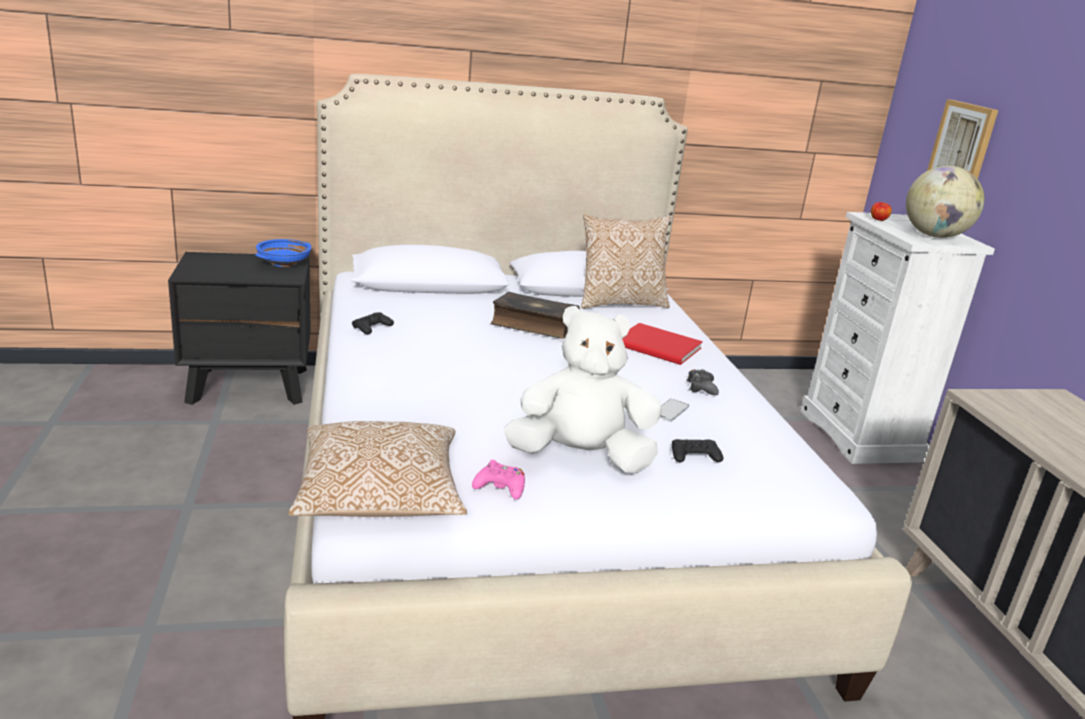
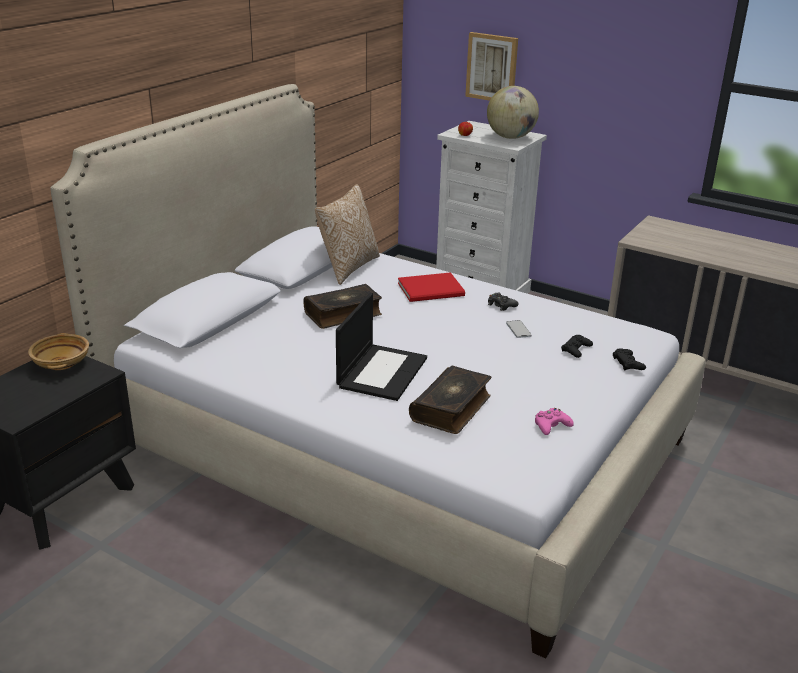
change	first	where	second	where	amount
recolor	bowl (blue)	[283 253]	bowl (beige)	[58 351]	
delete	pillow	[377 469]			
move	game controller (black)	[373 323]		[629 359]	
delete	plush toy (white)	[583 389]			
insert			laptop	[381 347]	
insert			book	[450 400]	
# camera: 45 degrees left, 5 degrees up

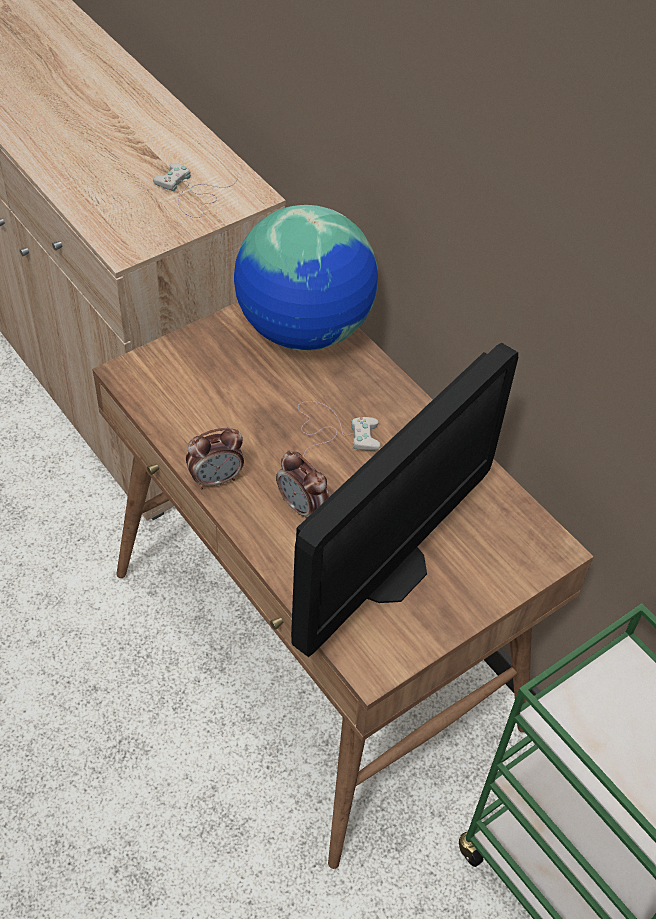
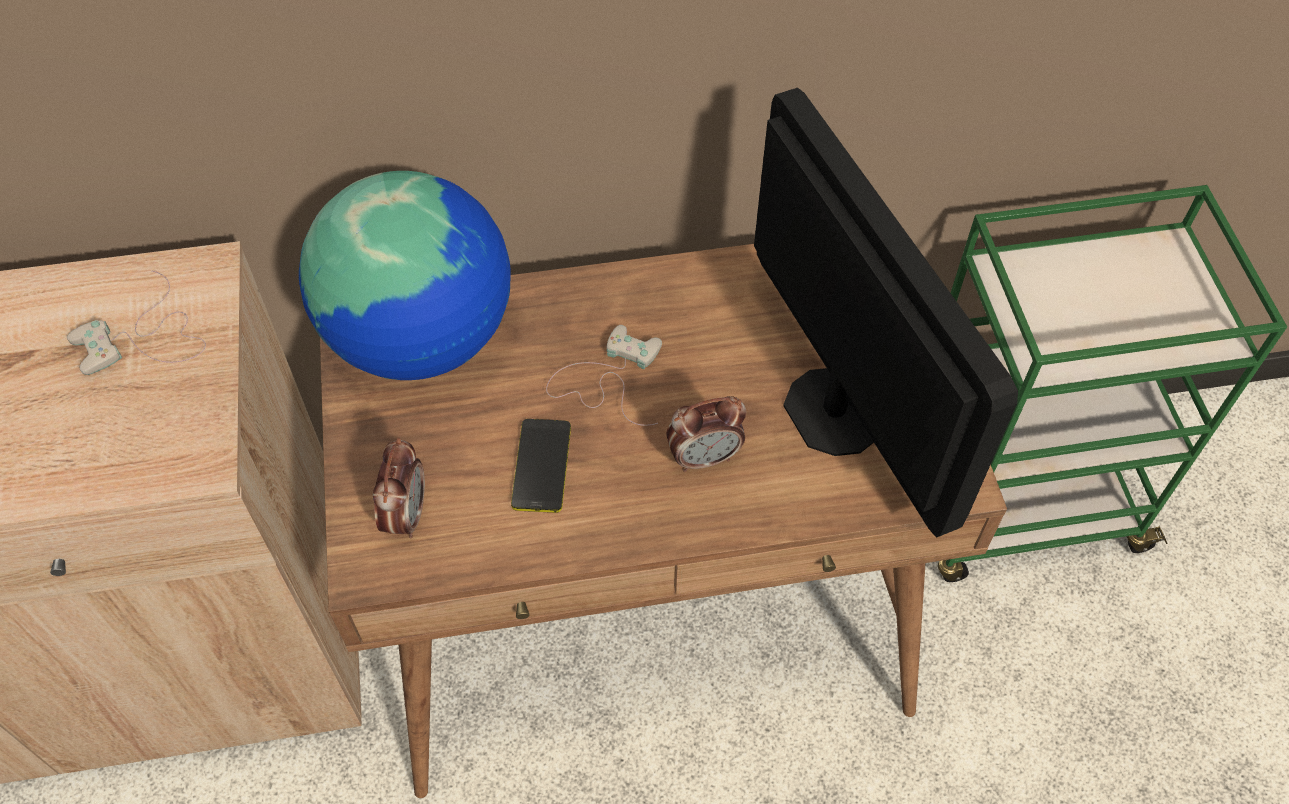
change	first	where	second	where	amount
move	alarm clock	[215 458]		[399 488]	
insert			phone	[541 466]	
# camera: 60 degrees left, 5 degrees up

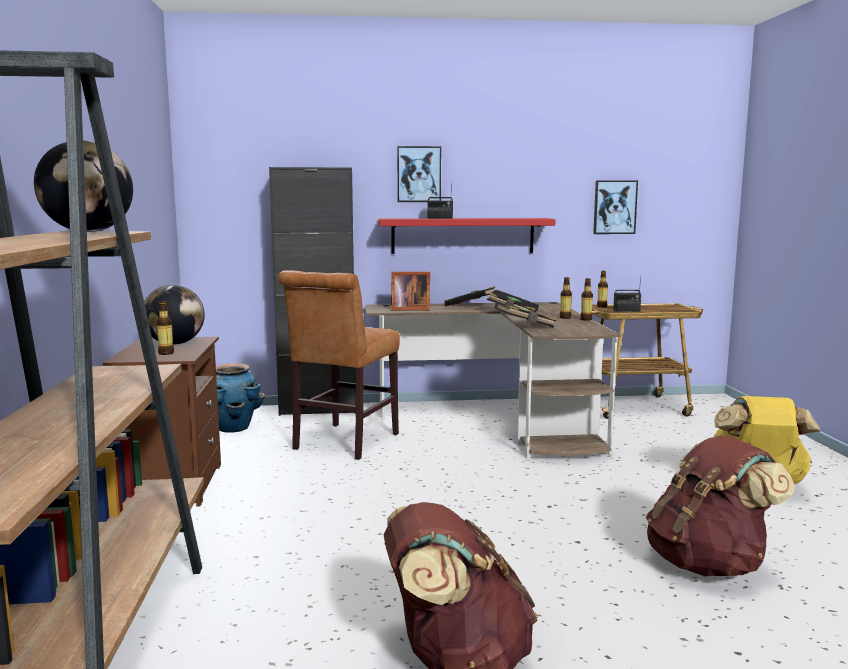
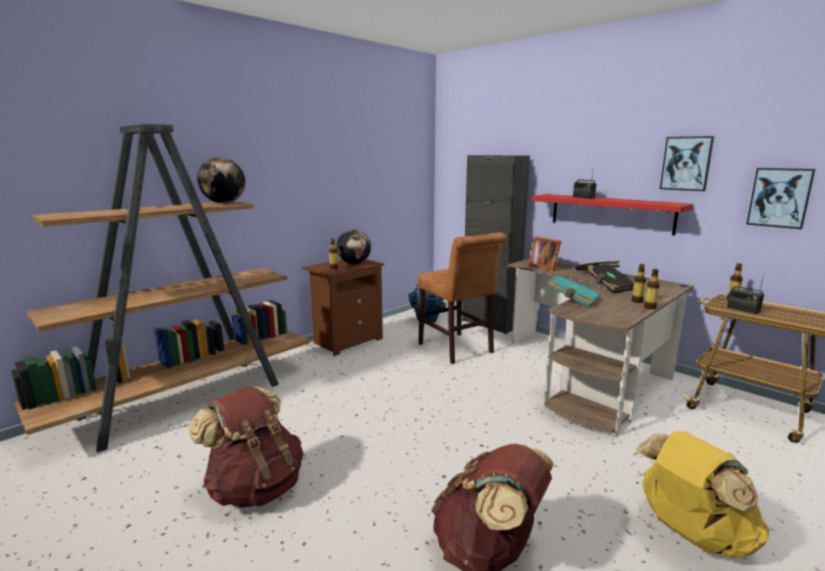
change	first	where	second	where	amount
rotate	chair (brown)	[339 365]		[462 298]	105 degrees counterclockwise
move	picture	[419 174]		[687 163]	
recolor	book (black)	[526 315]	book (turquoise)	[573 291]	
# camera: 50 degrees right, 5 degrees up

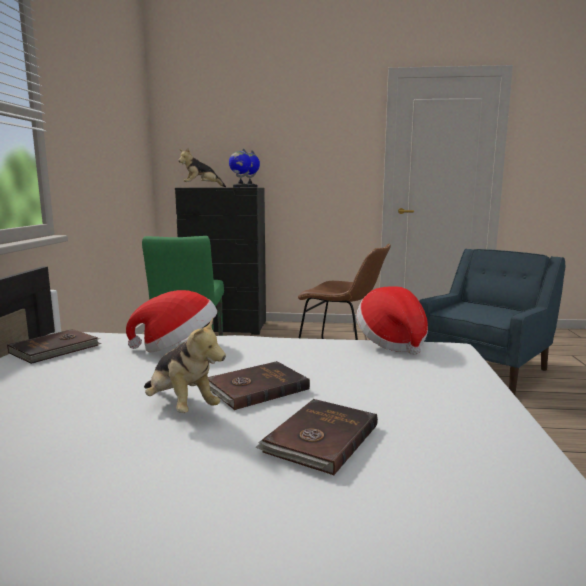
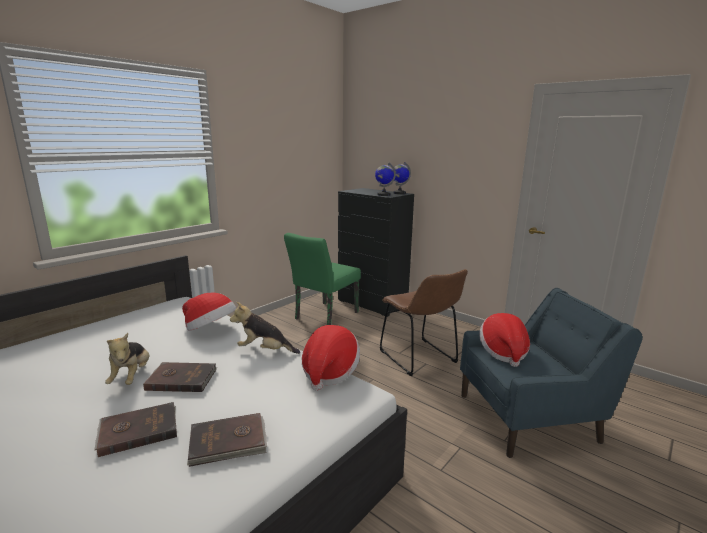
change	first	where	second	where	amount
move	book (brown)	[54 346]		[227 440]	
move	plush toy	[202 167]		[265 328]	
insert			hat	[504 340]	
# camera: 35 degrees right, 5 degrees up

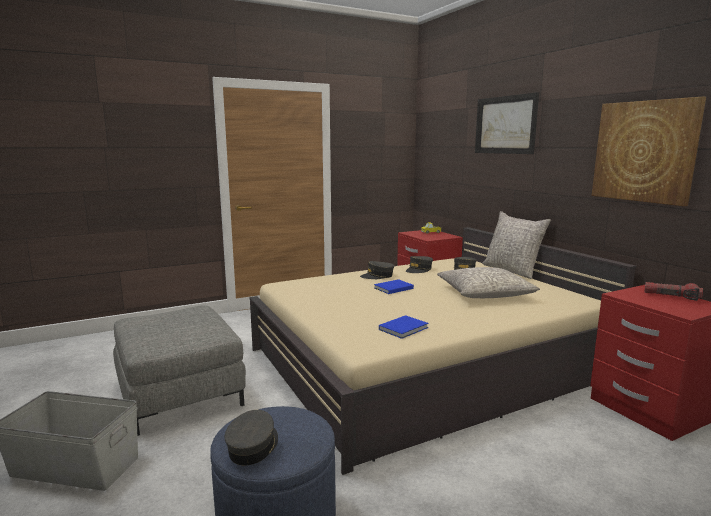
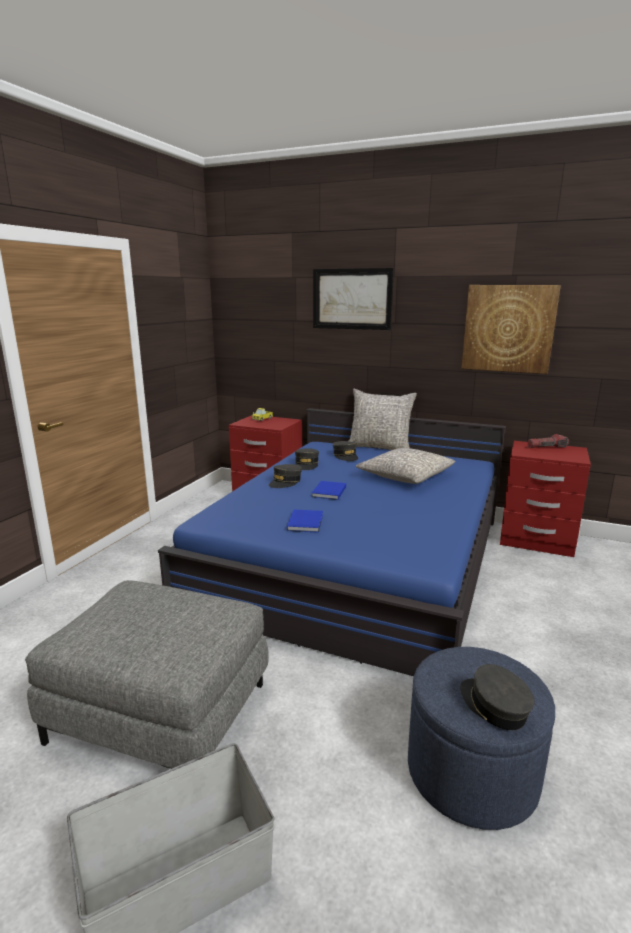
change	first	where	second	where	amount
recolor	bed (beige)	[443 351]	bed (blue)	[332 542]	
move	book (blue)	[403 327]		[305 521]	
# camera: 40 degrees left, 5 degrees up

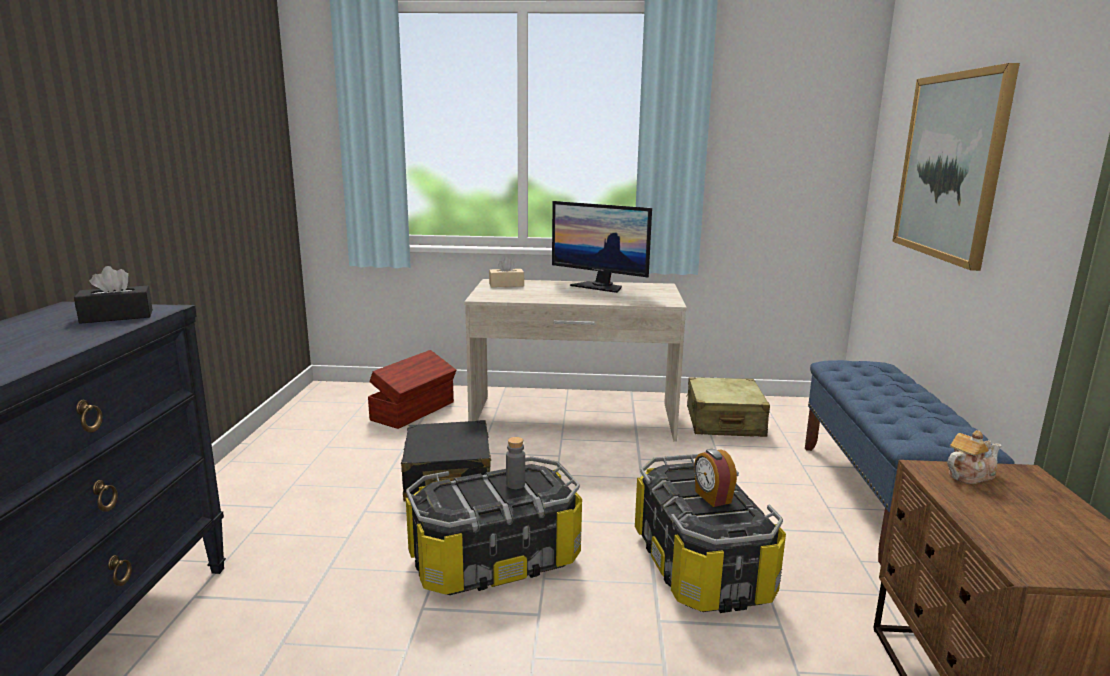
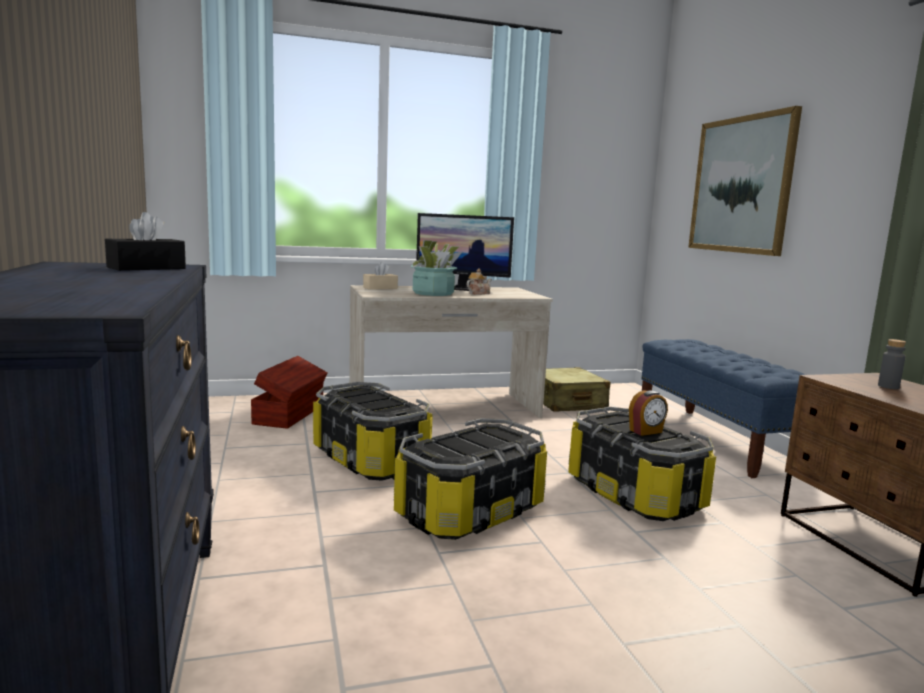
change	first	where	second	where	amount
replace	suitcase (black)	[446 460]	storage box	[373 431]	
move	bottle (grey)	[515 463]		[892 364]	
rotate	alarm clock	[715 478]		[648 413]	75 degrees counterclockwise
move	teapot	[974 457]		[479 282]	
insert			potted plant	[436 268]	
# camera: 20 degrees left, 5 degrees down

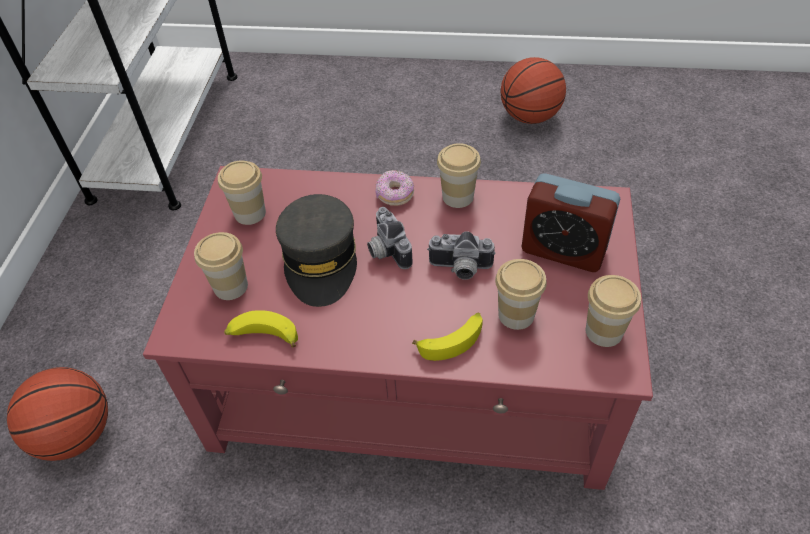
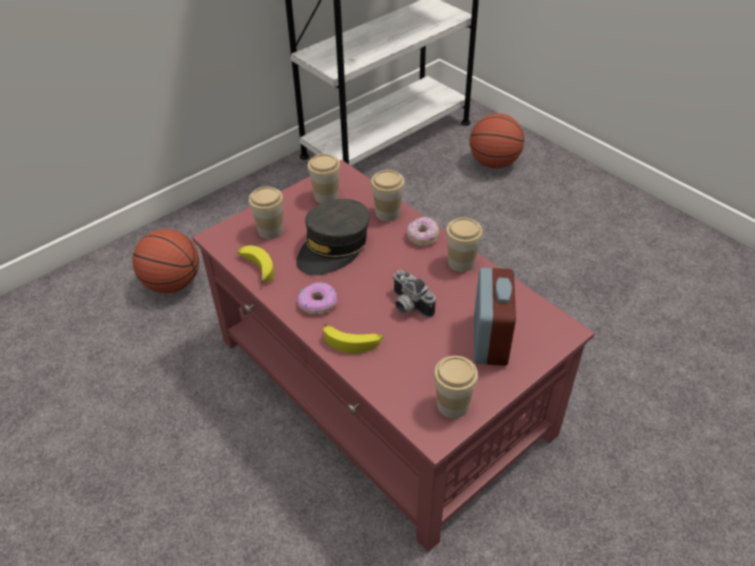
change	first	where	second	where	amount
delete	photo camera	[390 238]			
move	cup	[521 294]		[388 195]	
move	basketball	[533 90]		[497 140]	
rotate	alarm clock	[571 222]		[495 317]	150 degrees counterclockwise
insert			donut	[317 298]	
# camera: 40 degrees right, 5 degrees down

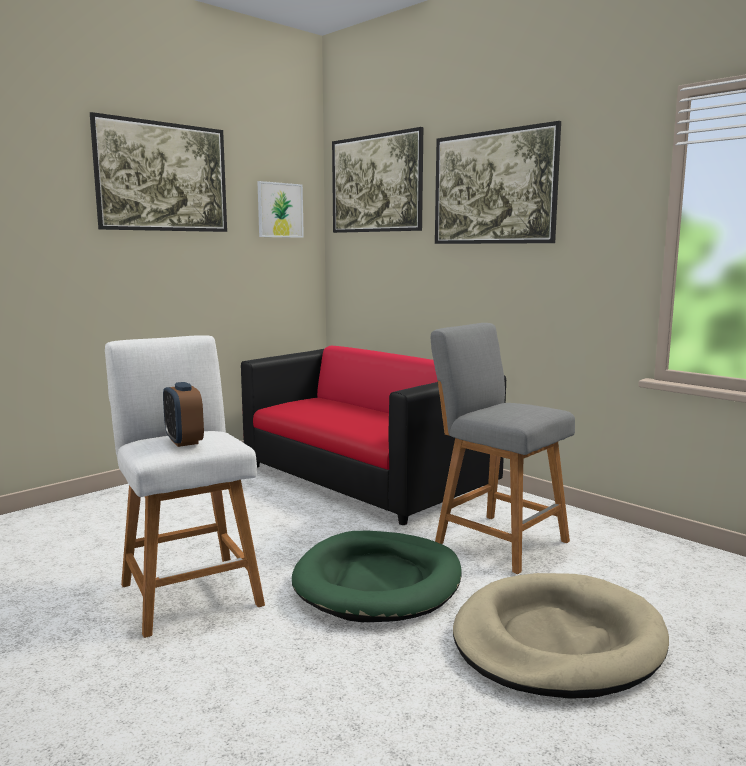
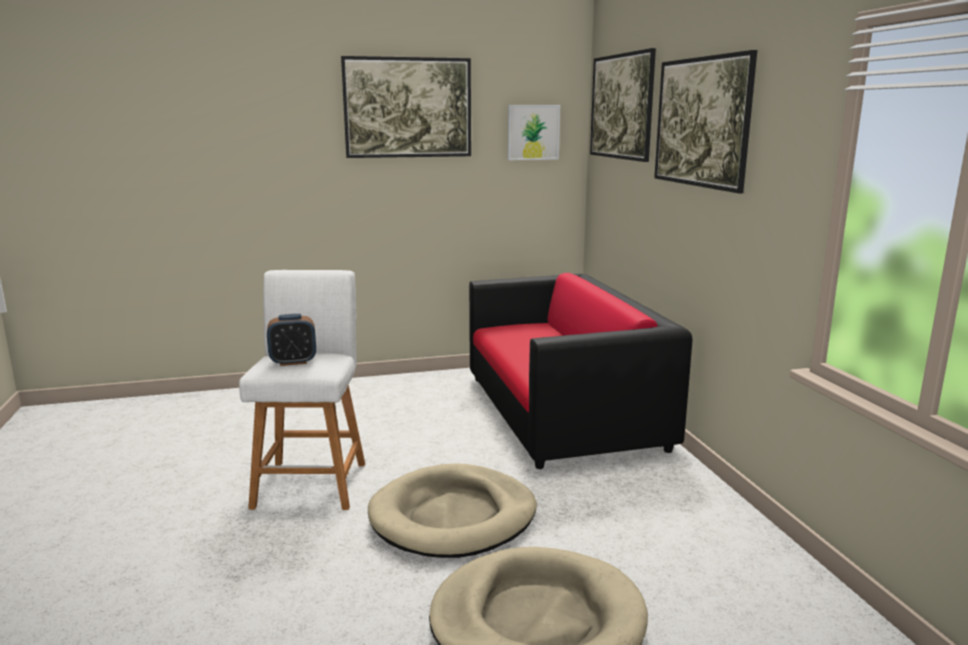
change	first	where	second	where	amount
rotate	alarm clock	[183 414]		[291 340]	105 degrees counterclockwise
recolor	dog bed (green)	[376 576]	dog bed (beige)	[452 510]	
delete	stool (grey)	[502 448]			
# camera: 30 degrees right, 5 degrees up

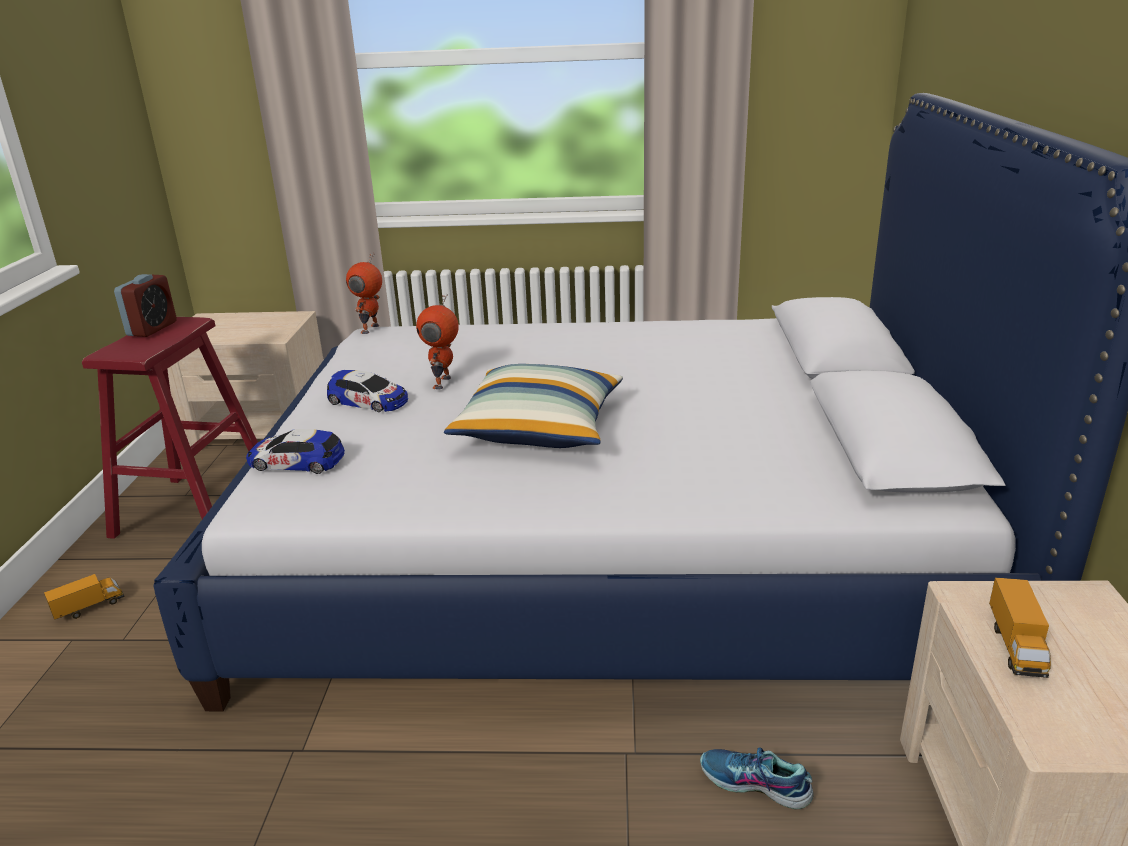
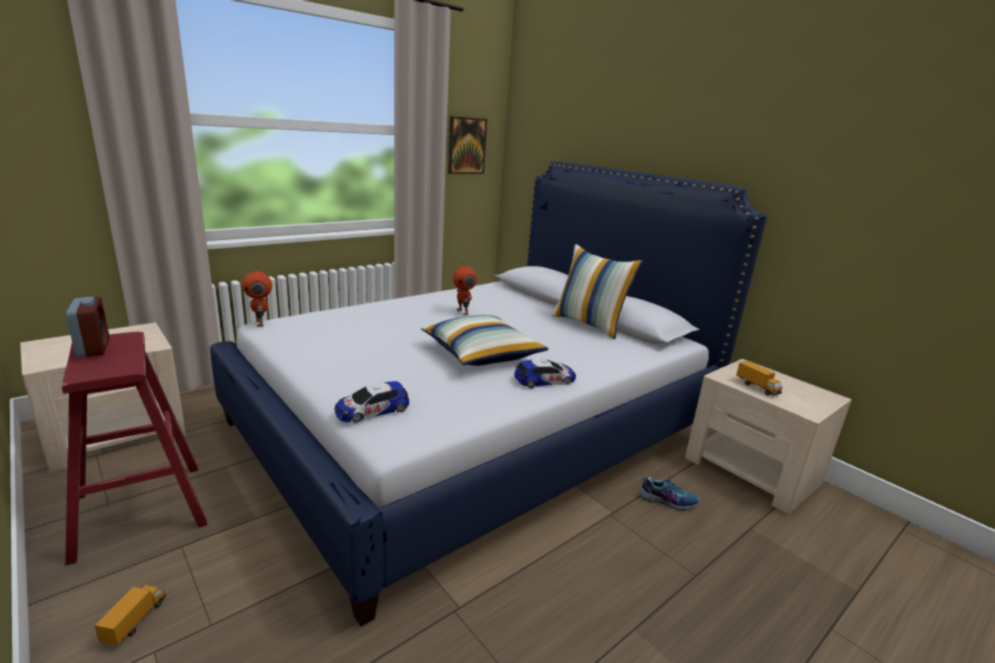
change	first	where	second	where	amount
move	toy car	[367 391]		[545 373]	
move	toy robot	[437 342]		[465 288]	
rotate	shoe	[757 778]		[669 492]	150 degrees counterclockwise
insert			picture	[467 145]	
insert			pillow	[597 291]	
# camera: 45 degrees left, 5 degrees down

